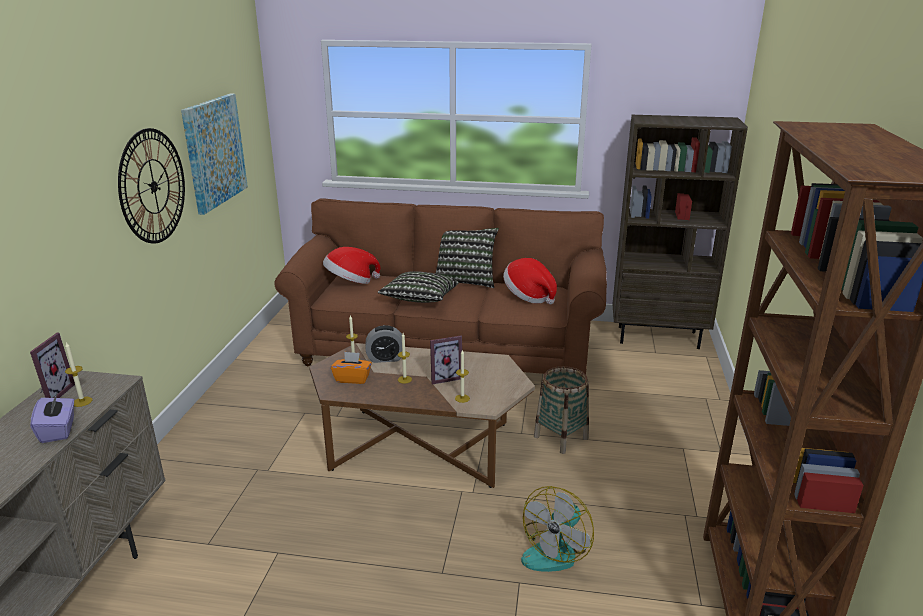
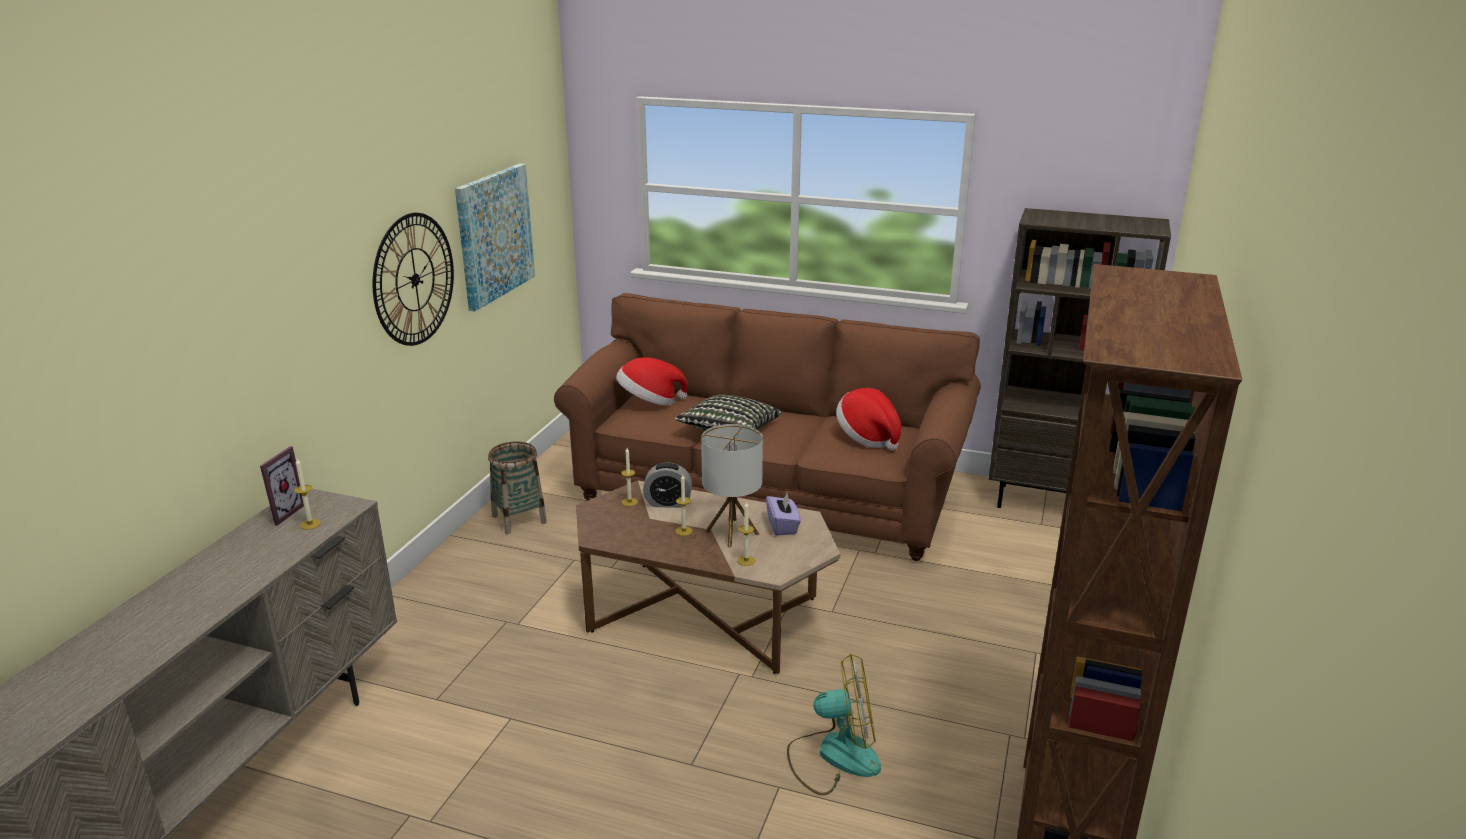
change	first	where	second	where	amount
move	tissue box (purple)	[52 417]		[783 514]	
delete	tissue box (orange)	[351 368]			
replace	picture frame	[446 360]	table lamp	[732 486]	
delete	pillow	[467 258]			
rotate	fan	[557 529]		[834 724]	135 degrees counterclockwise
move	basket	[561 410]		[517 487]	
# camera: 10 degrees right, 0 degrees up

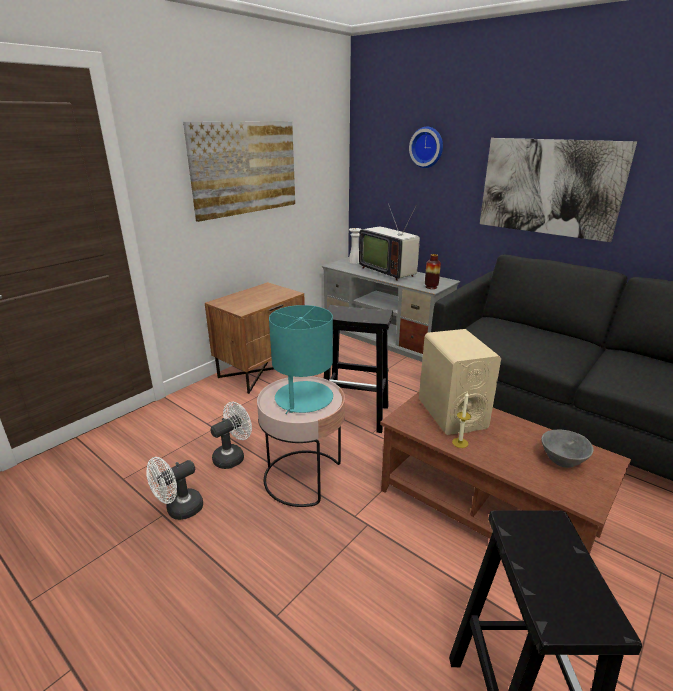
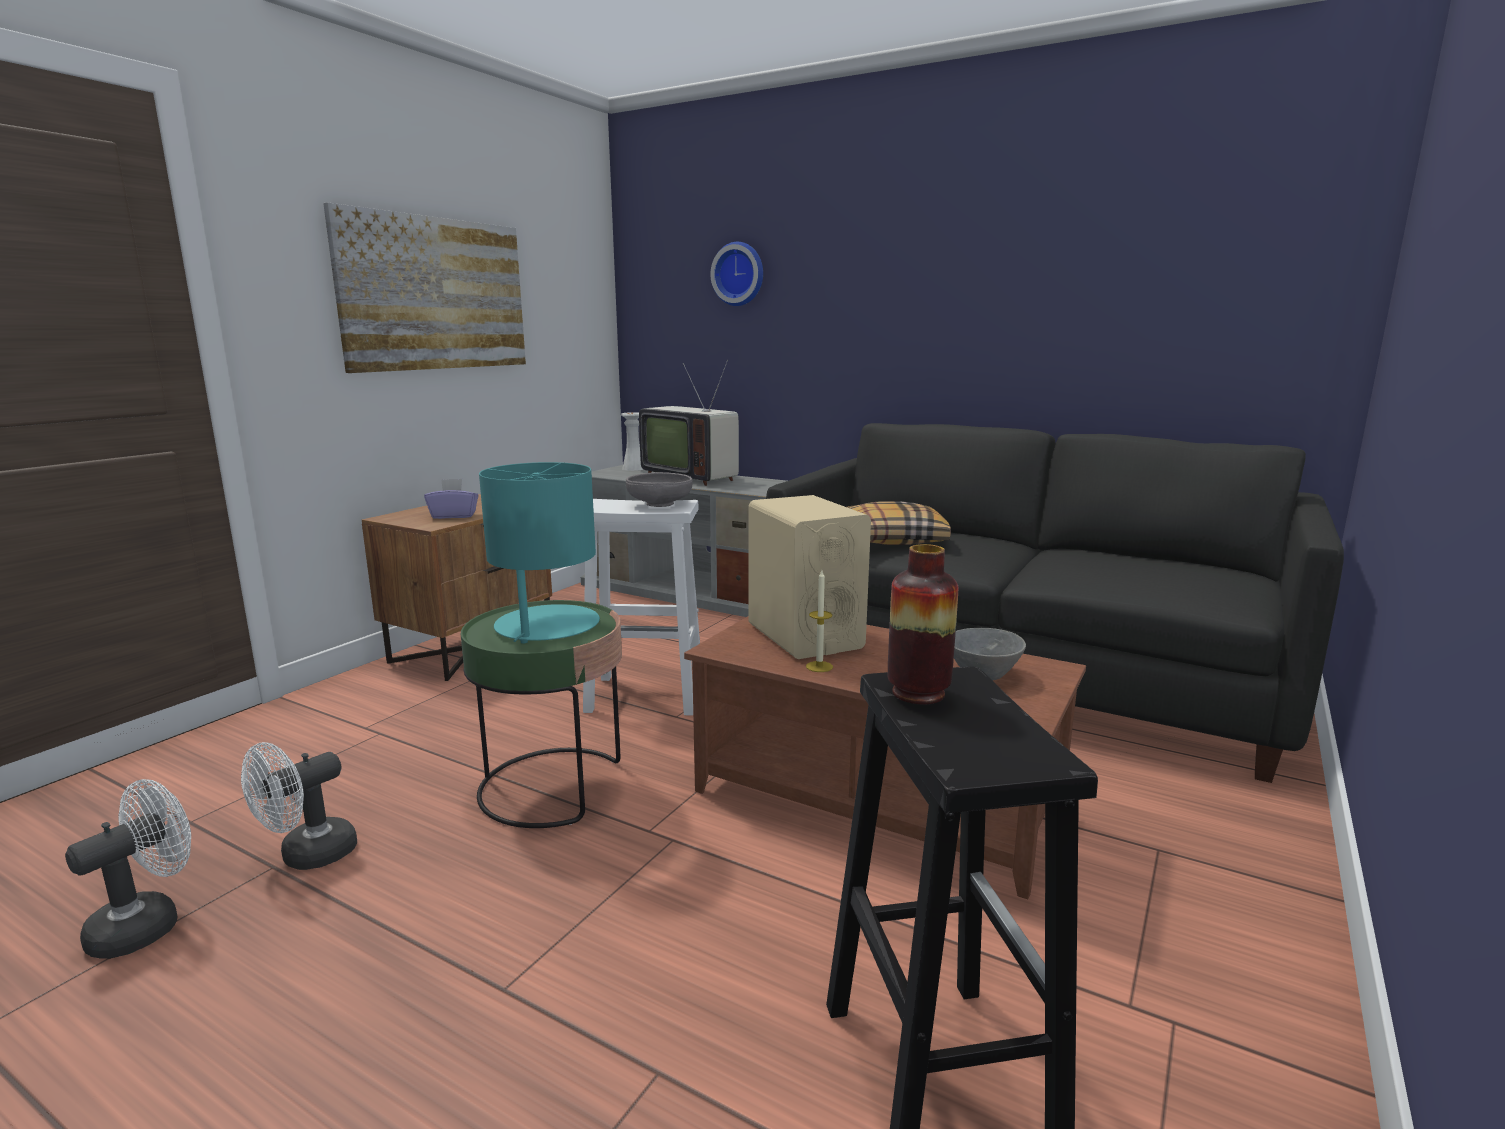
change	first	where	second	where	amount
move	fan (white)	[231 435]		[128 869]	
recolor	side table (pink)	[301 441]	side table (green)	[541 714]	
recolor	stool (black)	[358 369]	stool (white)	[641 607]	
move	vase	[433 271]		[923 624]	
delete	picture	[558 190]			
insert			tissue box (purple)	[451 499]	
insert			bowl (grey)	[659 489]	
insert			pillow	[899 523]	
# camera: 10 degrees left, 10 degrees down

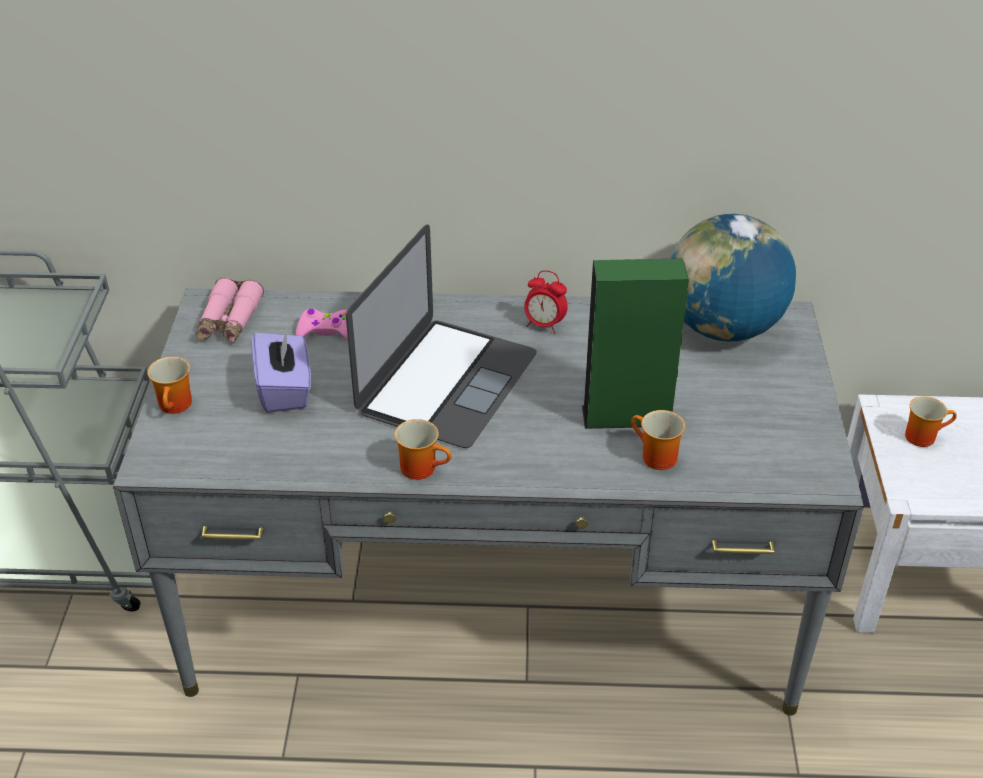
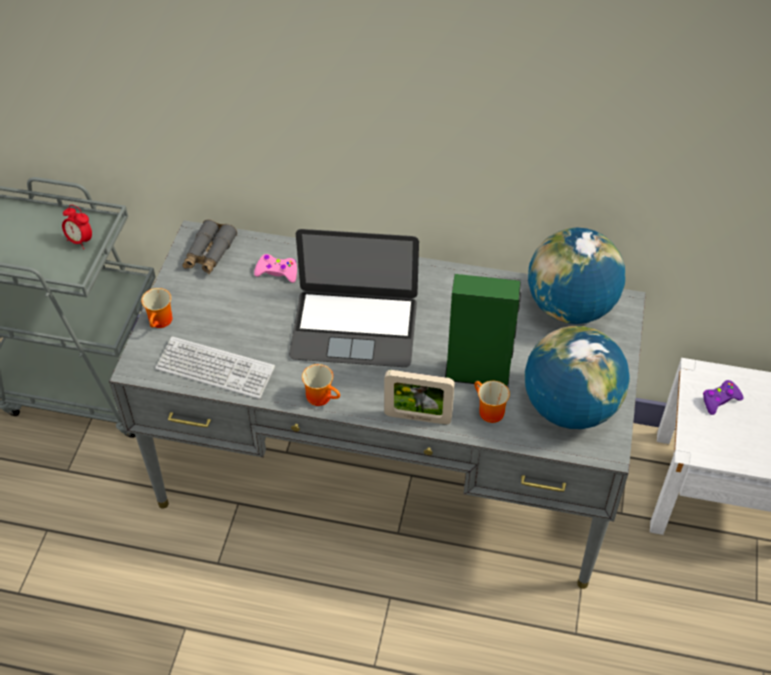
change	first	where	second	where	amount
recolor	binoculars (pink)	[230 310]	binoculars (grey)	[209 246]	
delete	tissue box (purple)	[281 371]			
rotate	laptop	[441 336]		[354 298]	60 degrees clockwise
move	alarm clock	[546 302]		[77 227]	
replace	mug	[931 421]	game controller (purple)	[723 397]	
insert			keyboard	[215 367]	
insert			picture frame	[419 397]	
insert			globe	[577 377]	
# camera: 10 degrees right, 10 degrees up

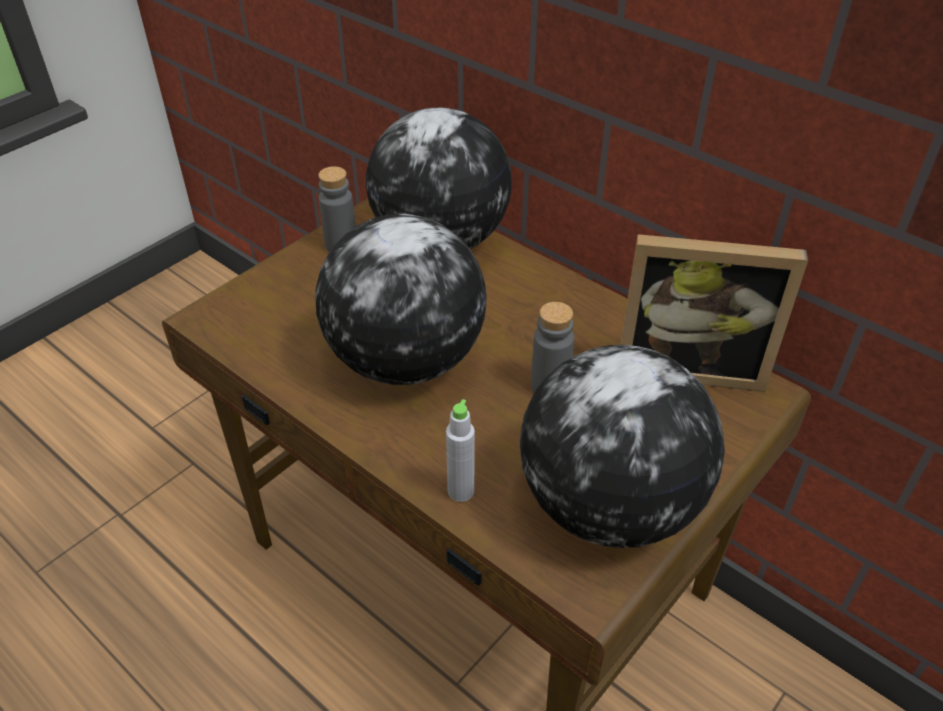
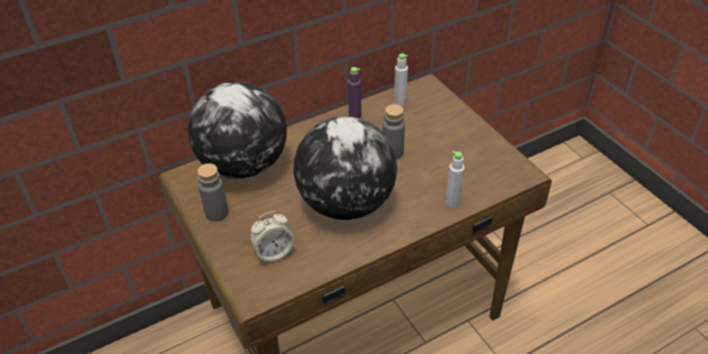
change	first	where	second	where	amount
delete	globe	[622 446]			
replace	picture frame	[714 313]	bottle (grey)	[401 79]	
insert			alarm clock	[272 237]	
insert			bottle (purple)	[354 92]	
# camera: 70 degrees left, 0 degrees up

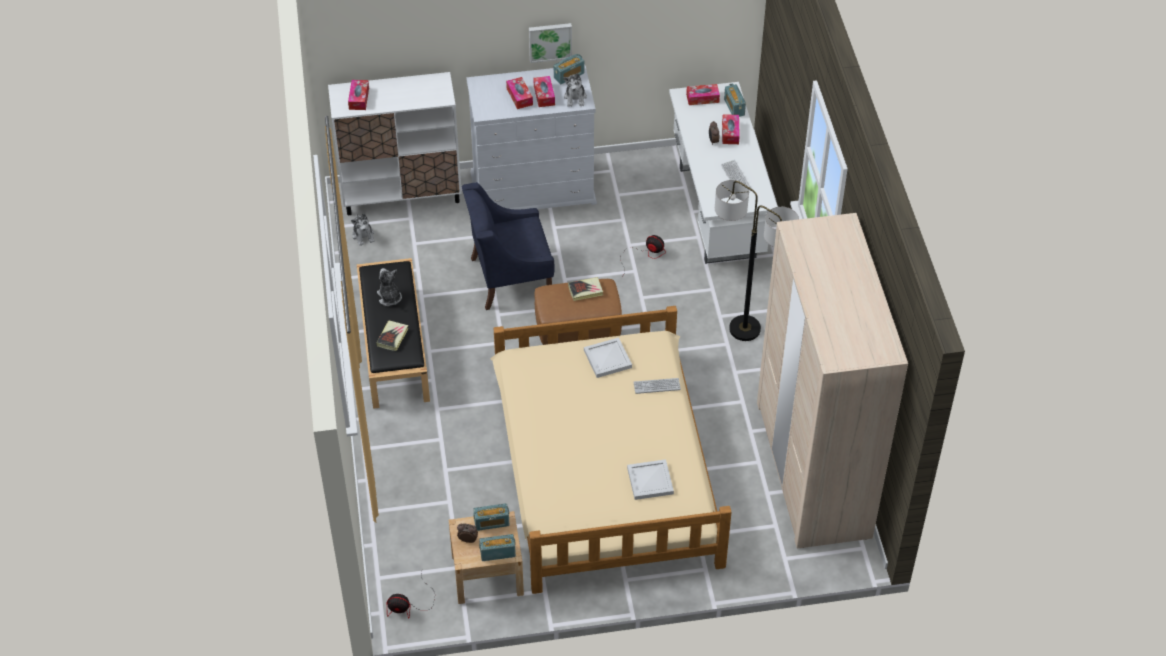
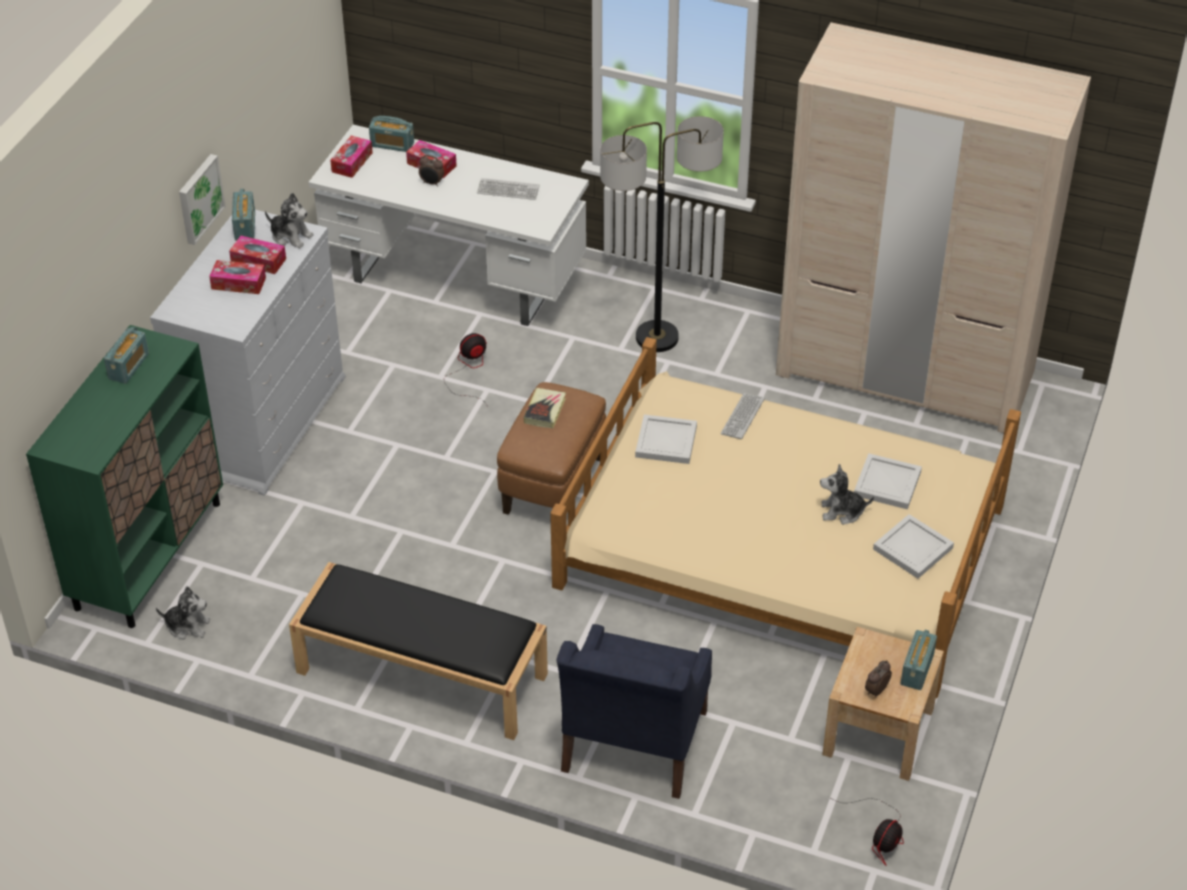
change	first	where	second	where	amount
recolor	cabinet (white)	[395 143]	cabinet (green)	[124 476]	
delete	tissue box	[358 95]			
delete	book	[392 335]			
move	plush toy	[389 287]		[847 494]	
move	armchair (blue)	[508 246]		[634 711]	
move	radio	[491 517]		[126 355]	
insert			tray (white)	[913 546]	
# camera: 60 degrees left, 5 degrees down

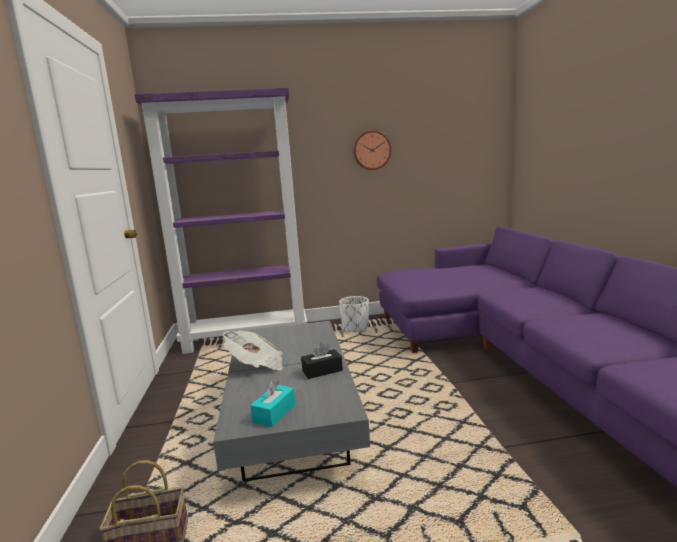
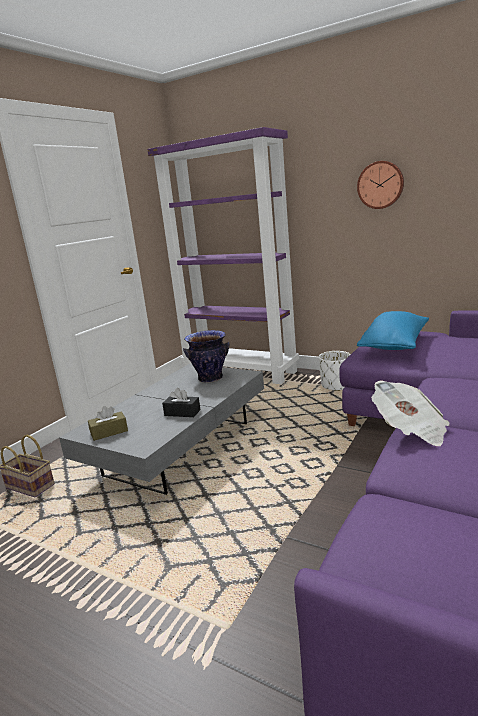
change	first	where	second	where	amount
move	newspaper	[253 350]		[410 413]	
recolor	tissue box (turquoise)	[272 402]	tissue box (brown)	[108 423]	
insert			vase	[206 356]	
insert			pillow (blue)	[393 330]	
# camera: 40 degrees right, 5 degrees up

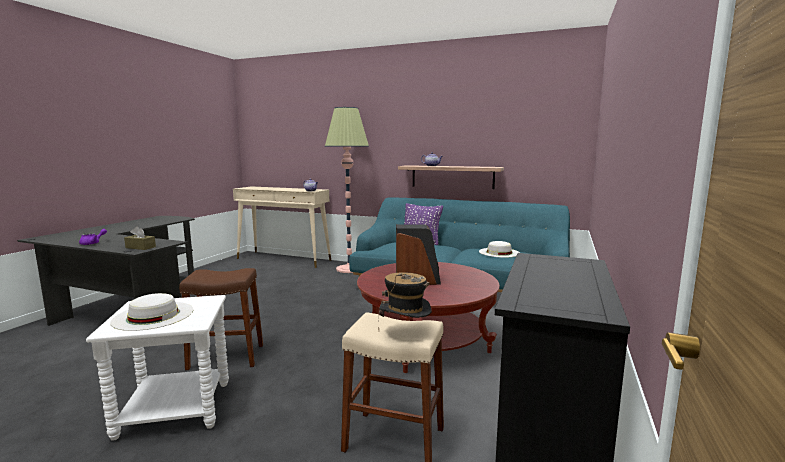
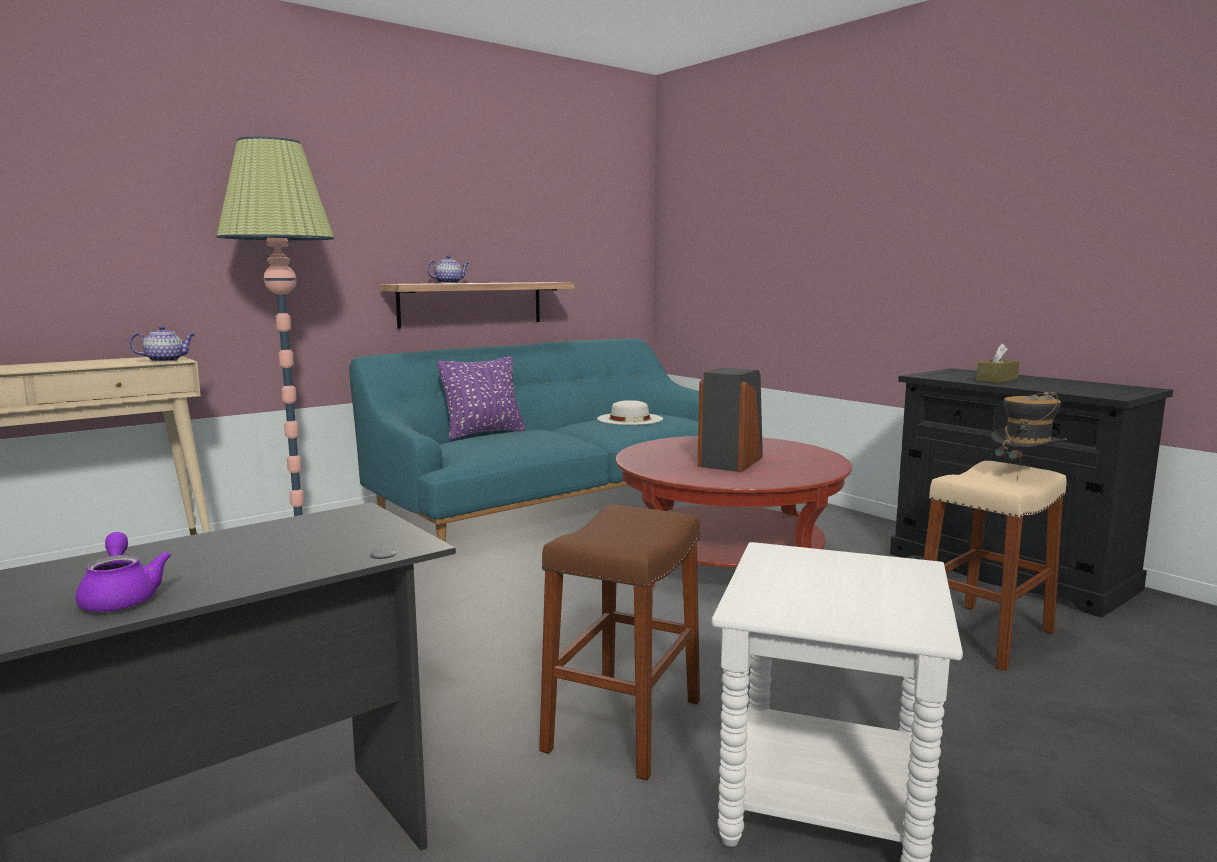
change	first	where	second	where	amount
delete	hat (white)	[151 312]			
move	tissue box (brown)	[140 238]		[997 363]	
# camera: 60 degrees left, 0 degrees up

